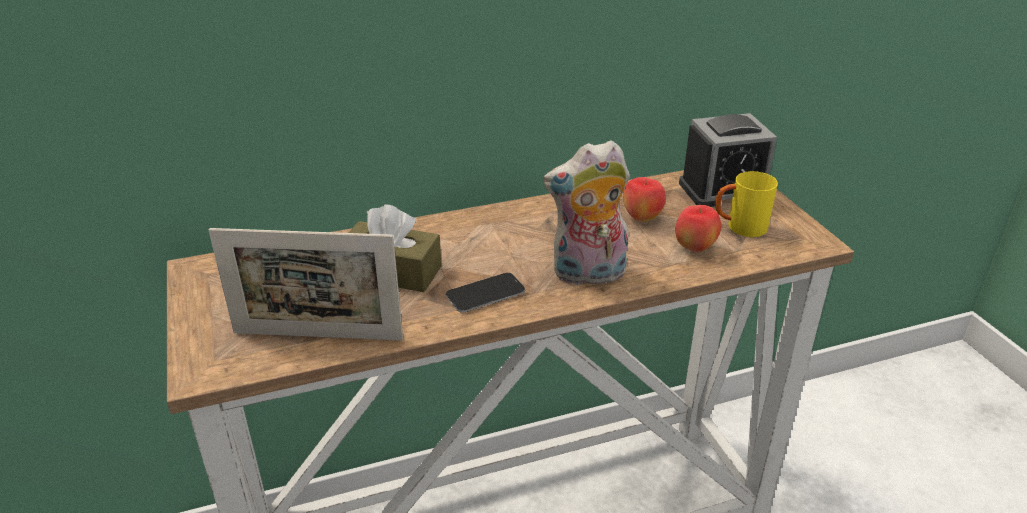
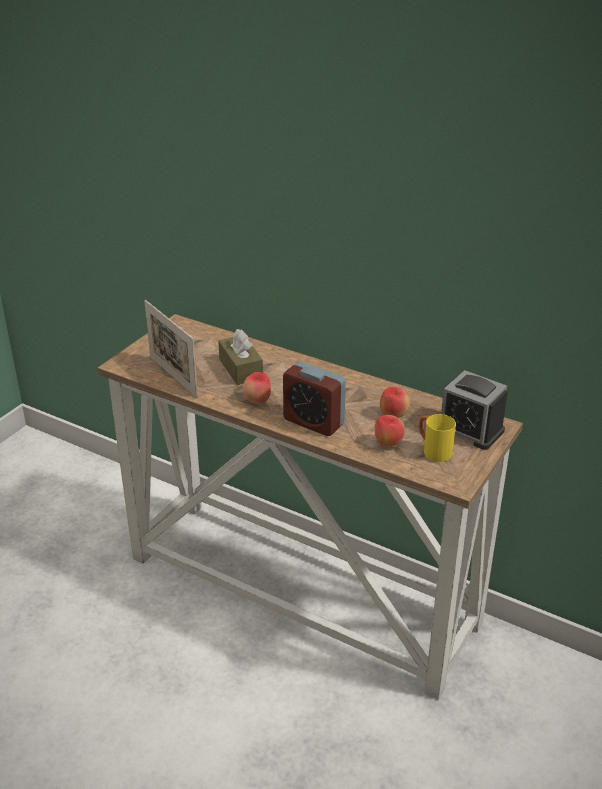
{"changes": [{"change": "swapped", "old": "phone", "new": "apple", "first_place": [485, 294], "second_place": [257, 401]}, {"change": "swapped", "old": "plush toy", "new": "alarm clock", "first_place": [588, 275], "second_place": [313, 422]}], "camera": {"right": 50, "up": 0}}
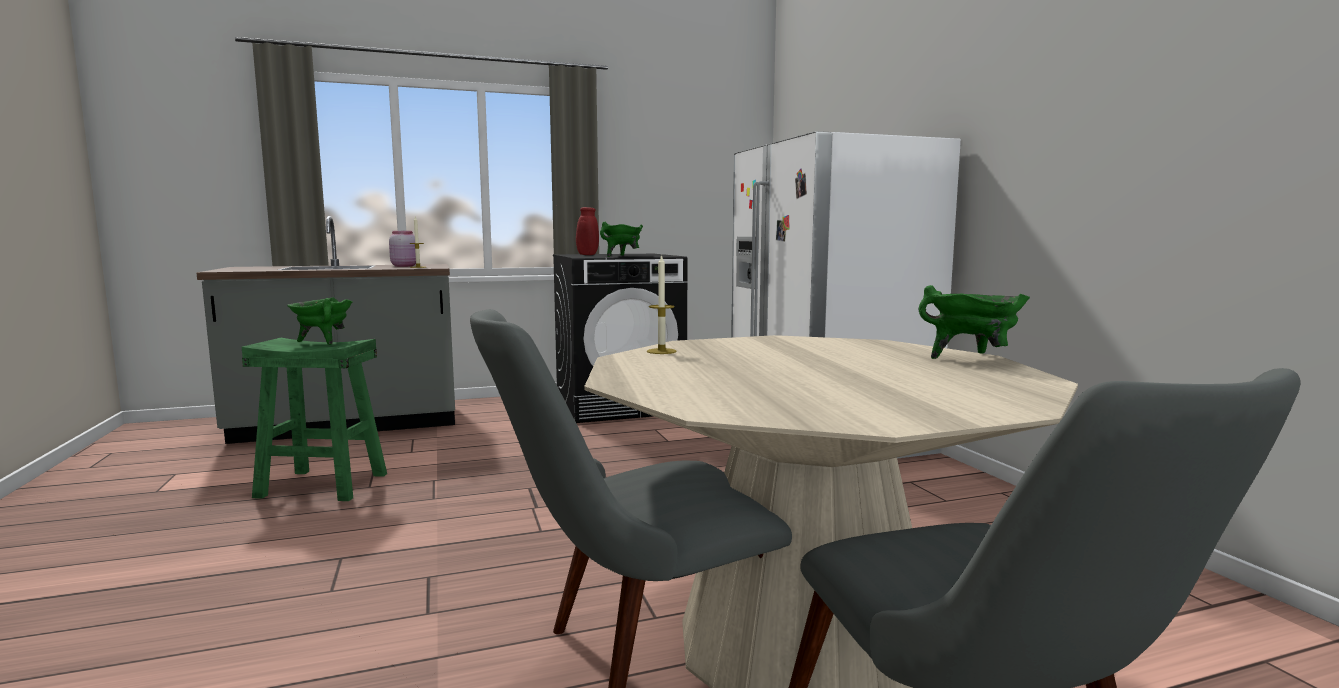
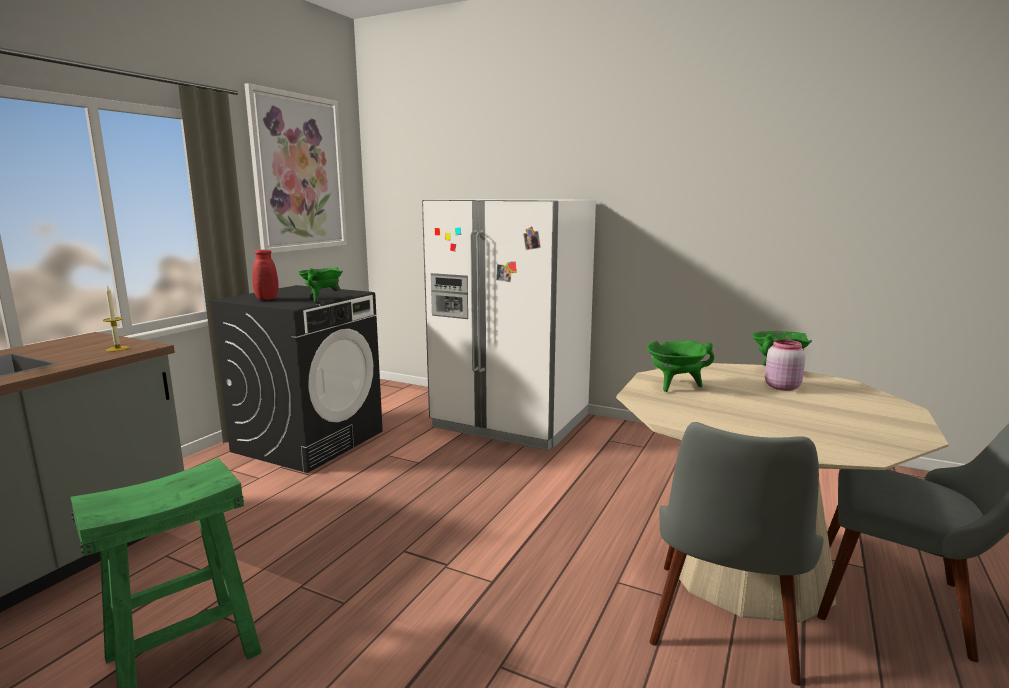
{"changes": [{"change": "new", "new": "picture", "second_place": [298, 173]}, {"change": "shifted", "old": "cooking pot (green)", "first_place": [322, 341], "second_place": [675, 386]}, {"change": "shifted", "old": "jar (pink)", "first_place": [404, 266], "second_place": [781, 387]}, {"change": "gone", "old": "candle", "first_place": [661, 351]}], "camera": {"right": -45, "up": 5}}
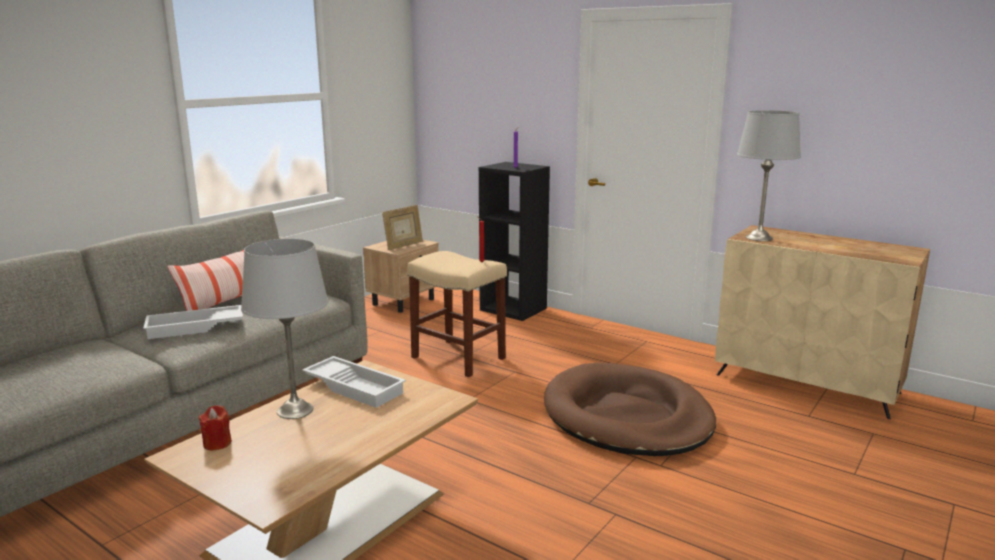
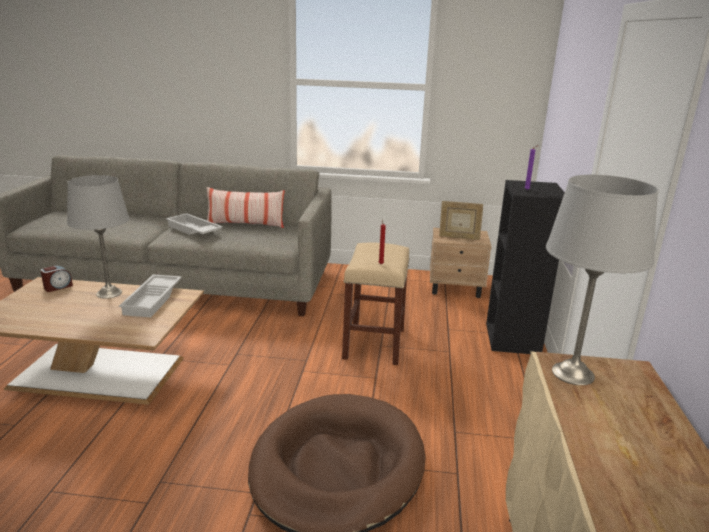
{"changes": [{"change": "swapped", "old": "candle (red)", "new": "alarm clock", "first_place": [217, 443], "second_place": [58, 287]}], "camera": {"right": 60, "up": 5}}
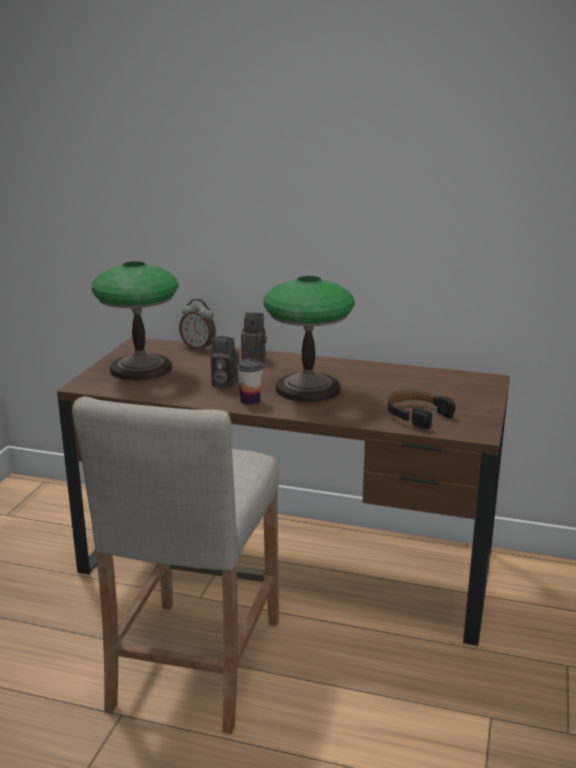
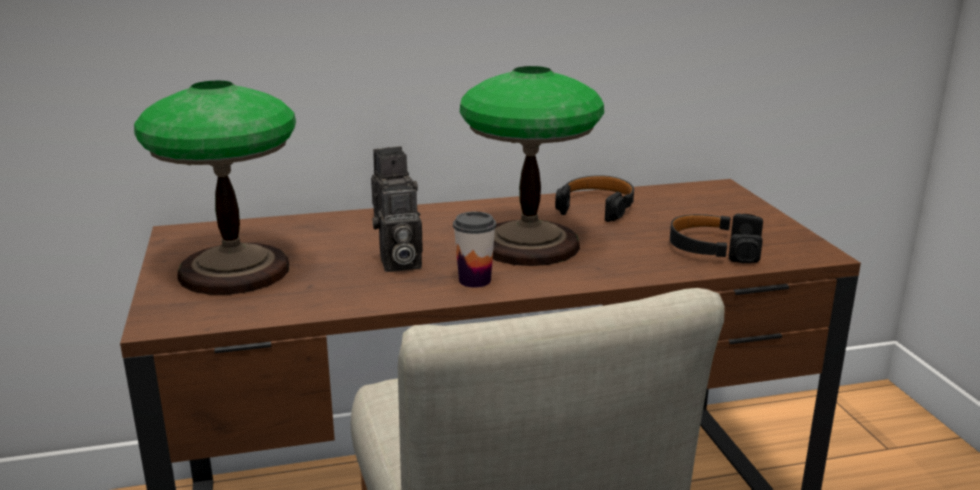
{"changes": [{"change": "new", "new": "headphones (black)", "second_place": [596, 206]}, {"change": "gone", "old": "alarm clock", "first_place": [199, 347]}], "camera": {"right": -30, "up": 0}}
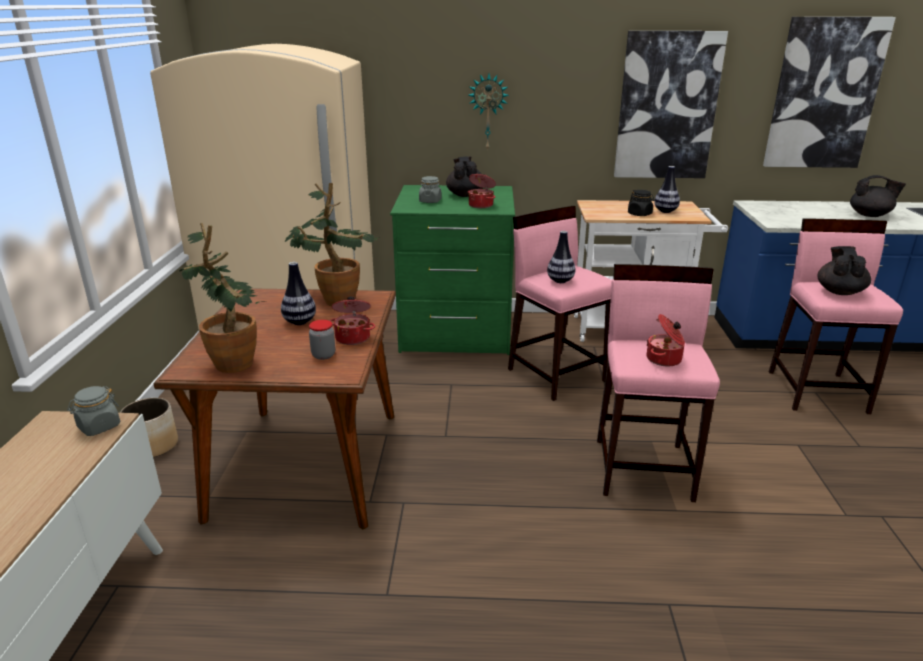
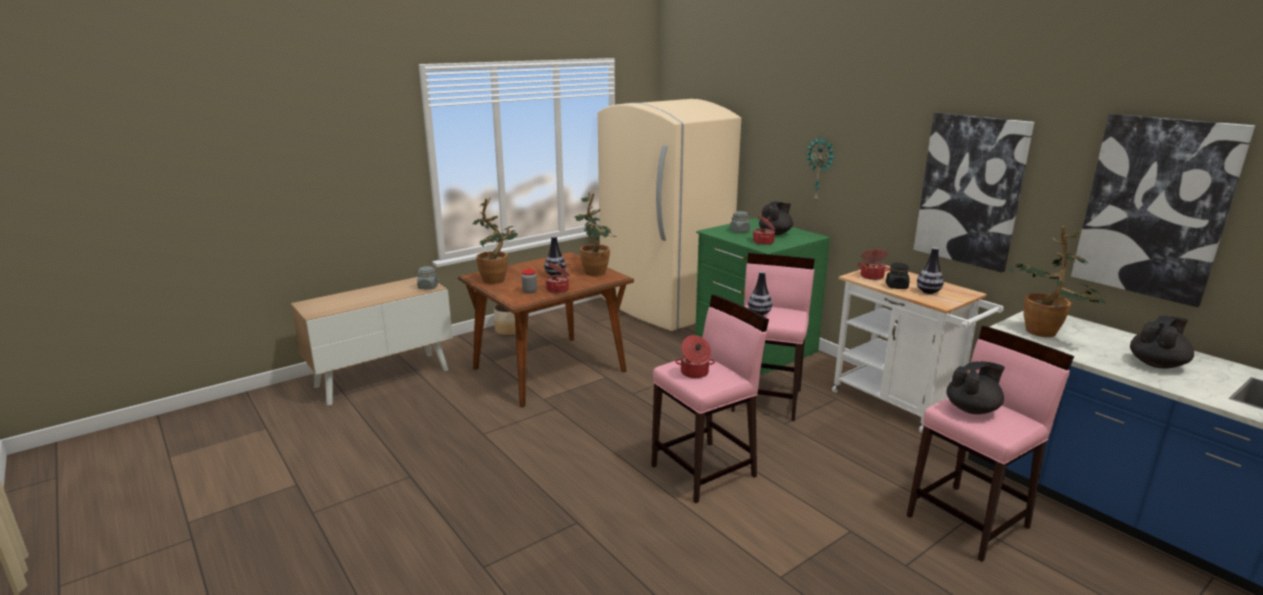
{"changes": [{"change": "new", "new": "cooking pot", "second_place": [872, 276]}, {"change": "new", "new": "potted plant", "second_place": [1045, 334]}, {"change": "rotated", "old": "teapot (black)", "first_place": [870, 215], "second_place": [1157, 364], "degrees": -105}], "camera": {"right": 50, "up": -5}}
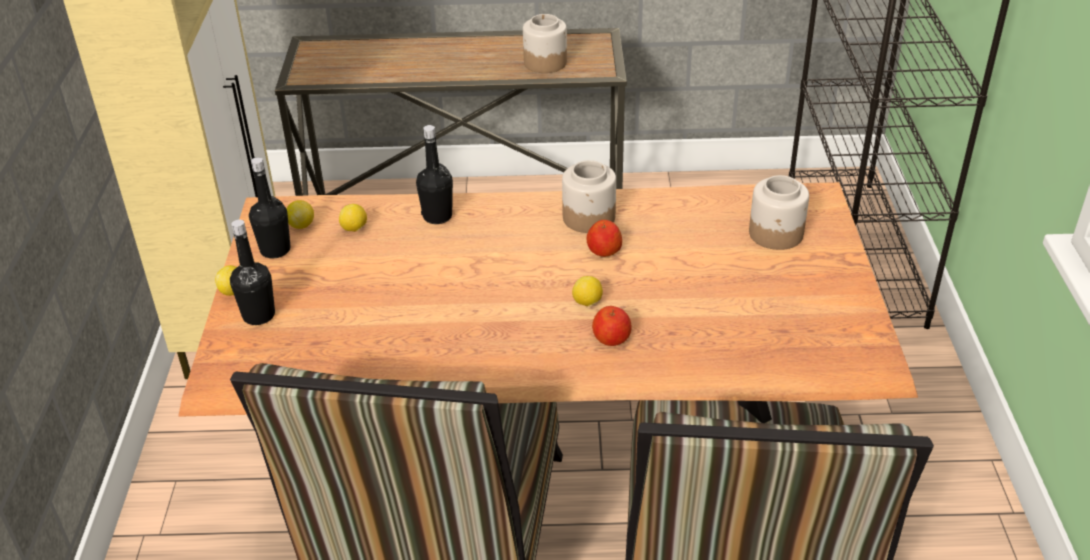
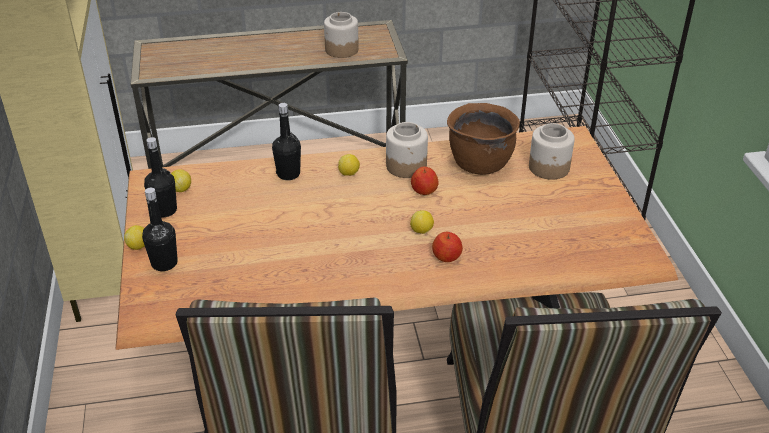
{"changes": [{"change": "shifted", "old": "lemon", "first_place": [354, 229], "second_place": [349, 174]}, {"change": "new", "new": "cooking pot (brown)", "second_place": [479, 163]}], "camera": {"right": -10, "up": 0}}
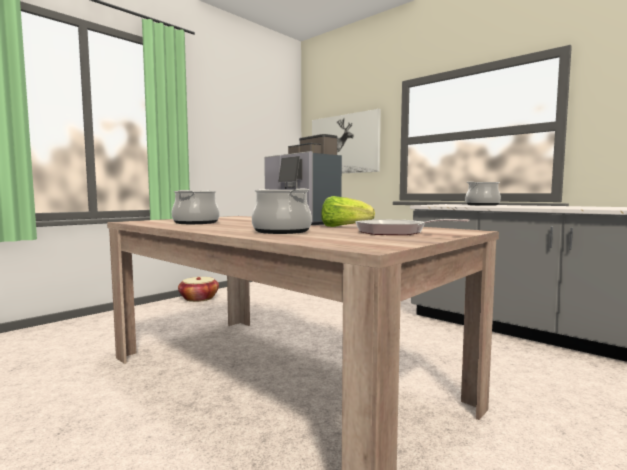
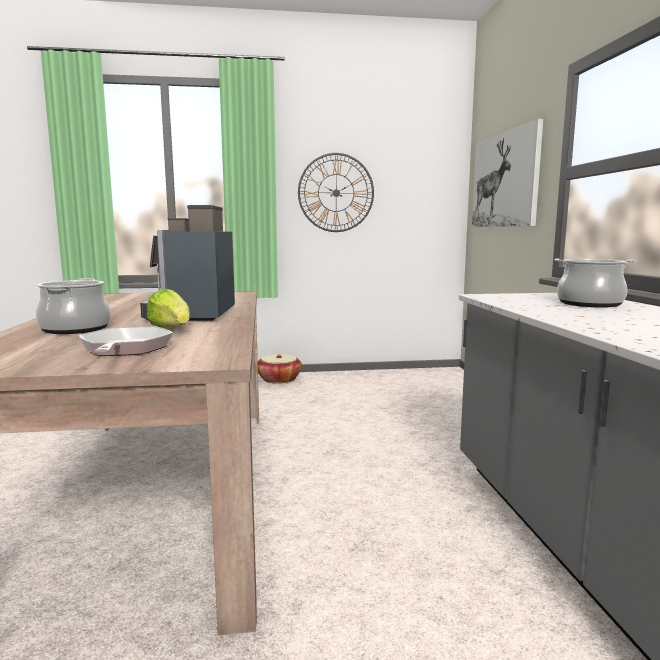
{"changes": [{"change": "new", "new": "wall clock", "second_place": [336, 193]}, {"change": "gone", "old": "cooking pot", "first_place": [195, 223]}], "camera": {"right": 40, "up": 5}}
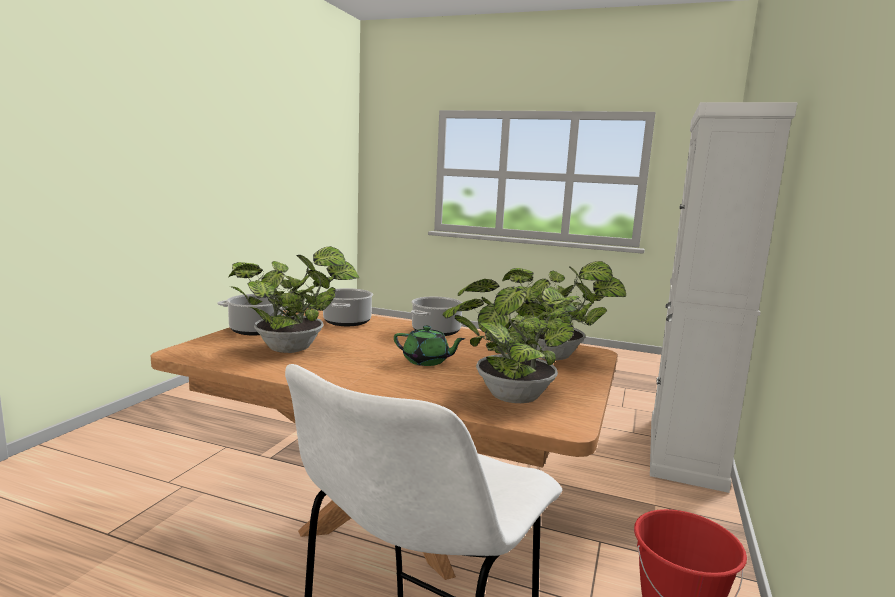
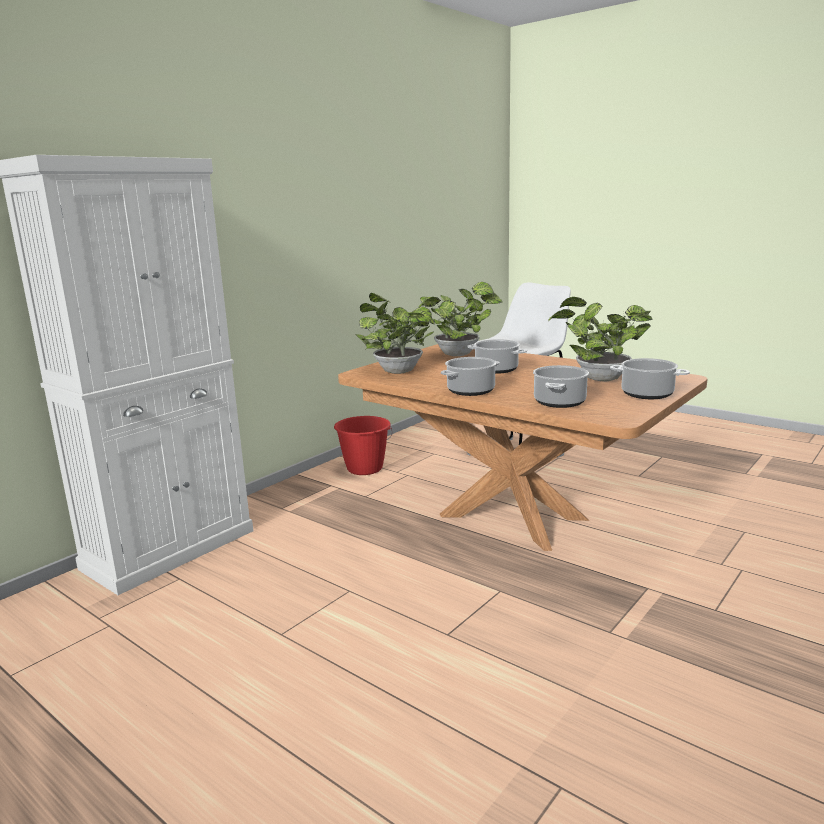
{"changes": [{"change": "swapped", "old": "teapot (green)", "new": "cooking pot", "first_place": [427, 361], "second_place": [495, 369]}], "camera": {"right": -160, "up": 5}}
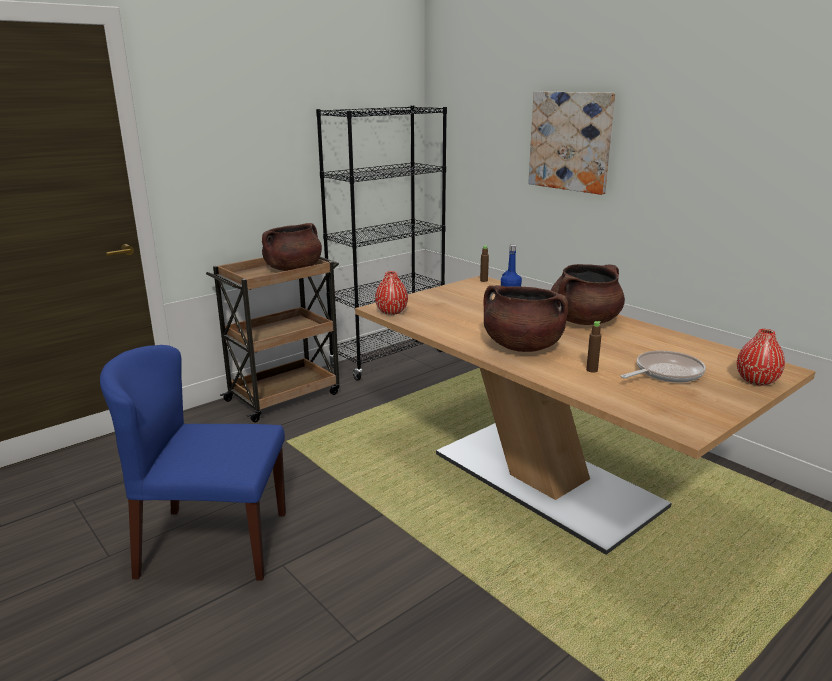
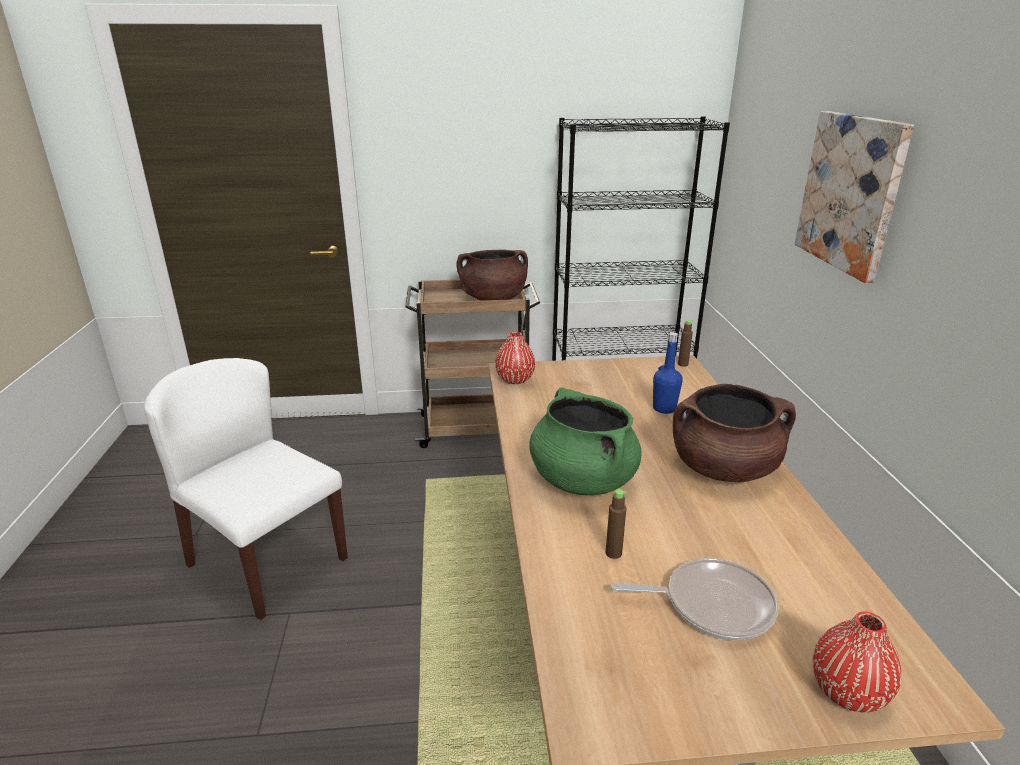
{"changes": [{"change": "repainted", "old": "chair (blue)", "new": "chair (white)", "first_place": [212, 544], "second_place": [266, 561]}, {"change": "repainted", "old": "cooking pot (brown)", "new": "cooking pot (green)", "first_place": [522, 346], "second_place": [582, 479]}], "camera": {"right": 35, "up": 5}}
